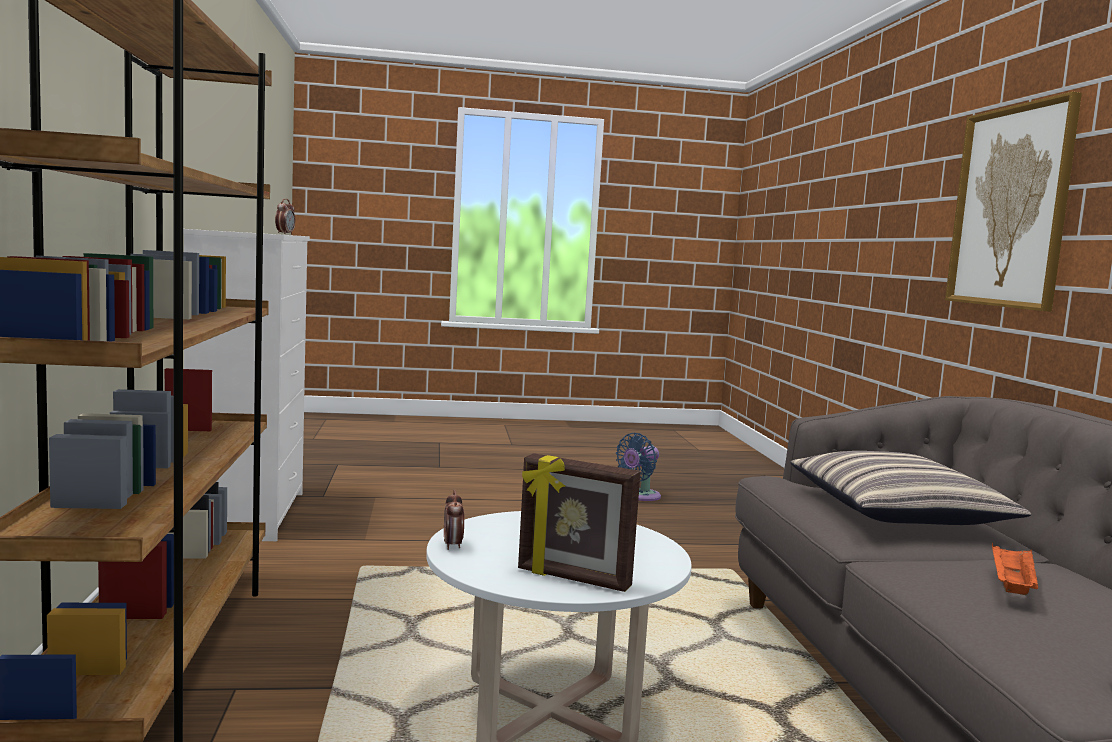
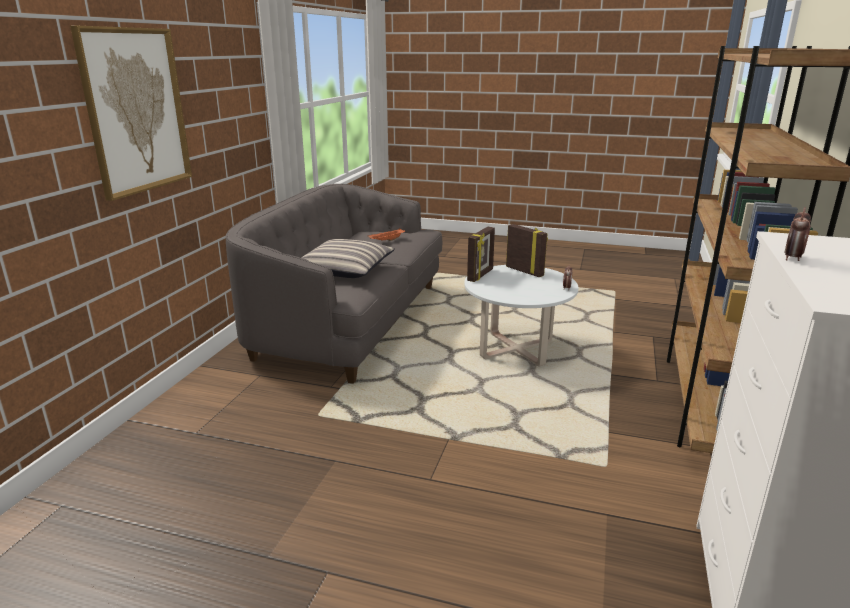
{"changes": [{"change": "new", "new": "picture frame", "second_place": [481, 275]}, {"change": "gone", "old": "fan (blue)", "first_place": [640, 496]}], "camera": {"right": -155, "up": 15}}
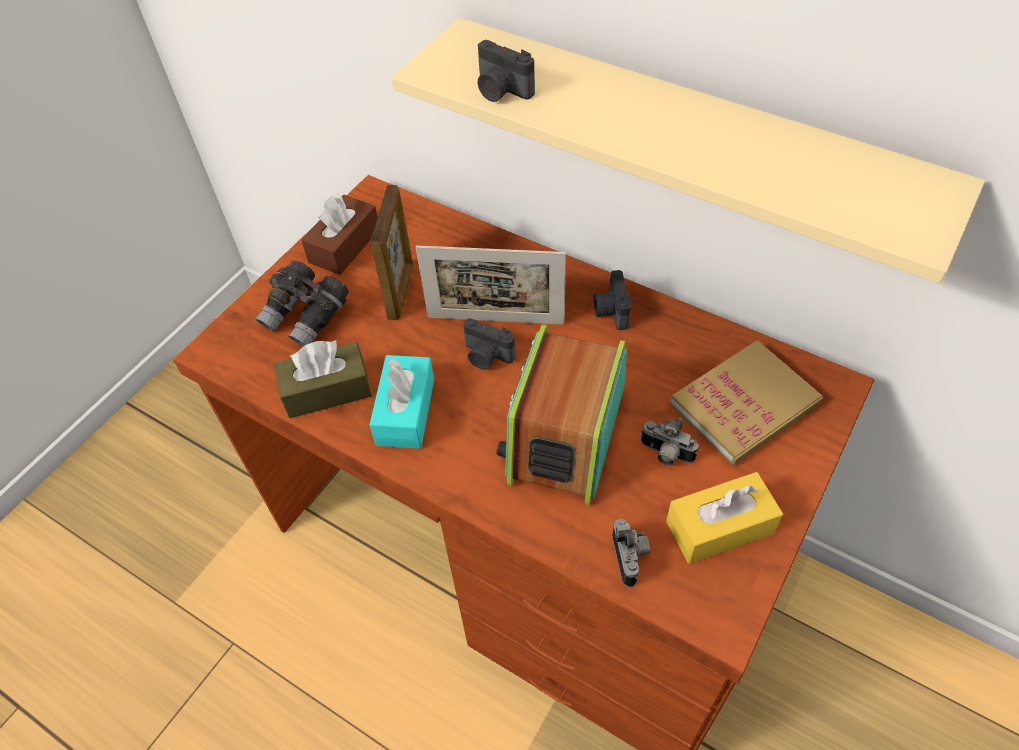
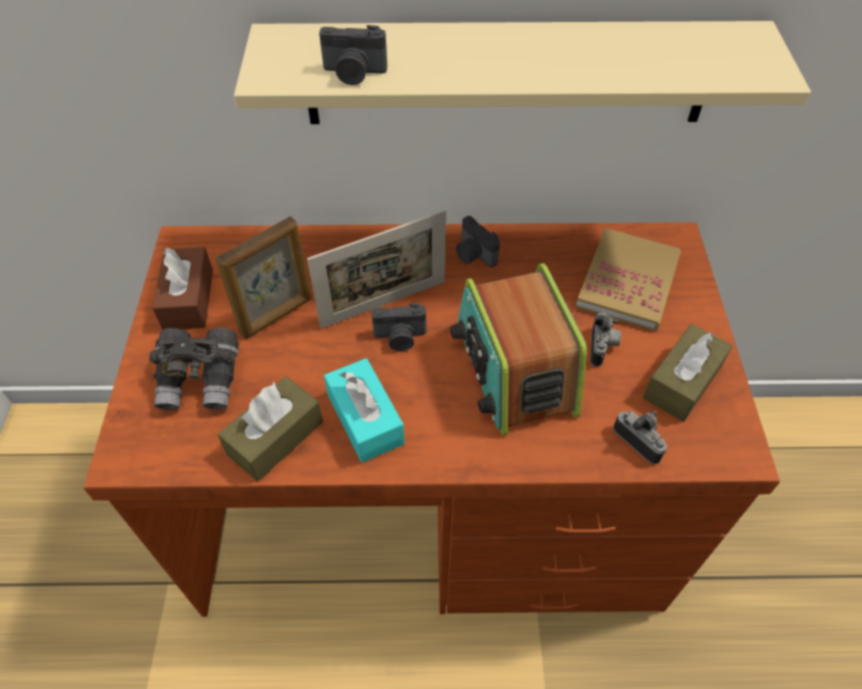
{"changes": [{"change": "rotated", "old": "picture frame", "first_place": [401, 291], "second_place": [277, 316], "degrees": 75}, {"change": "rotated", "old": "photo camera", "first_place": [665, 454], "second_place": [602, 347], "degrees": -75}, {"change": "repainted", "old": "tissue box (yellow)", "new": "tissue box (brown)", "first_place": [719, 527], "second_place": [682, 382]}], "camera": {"right": -35, "up": 0}}
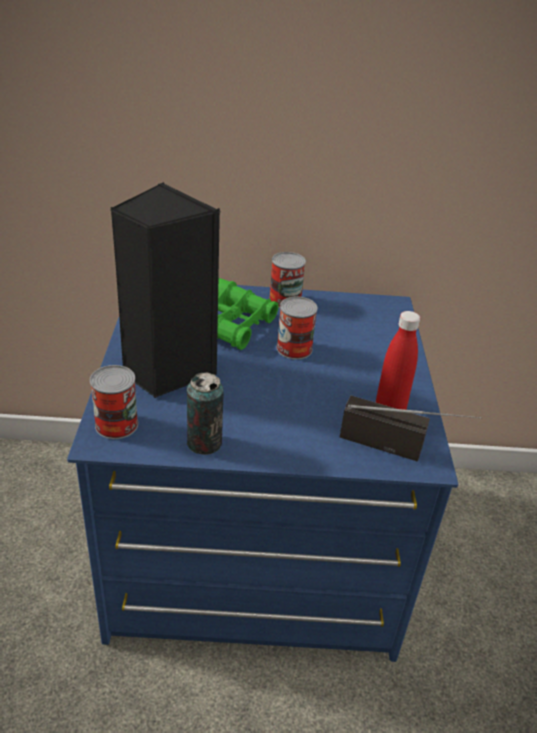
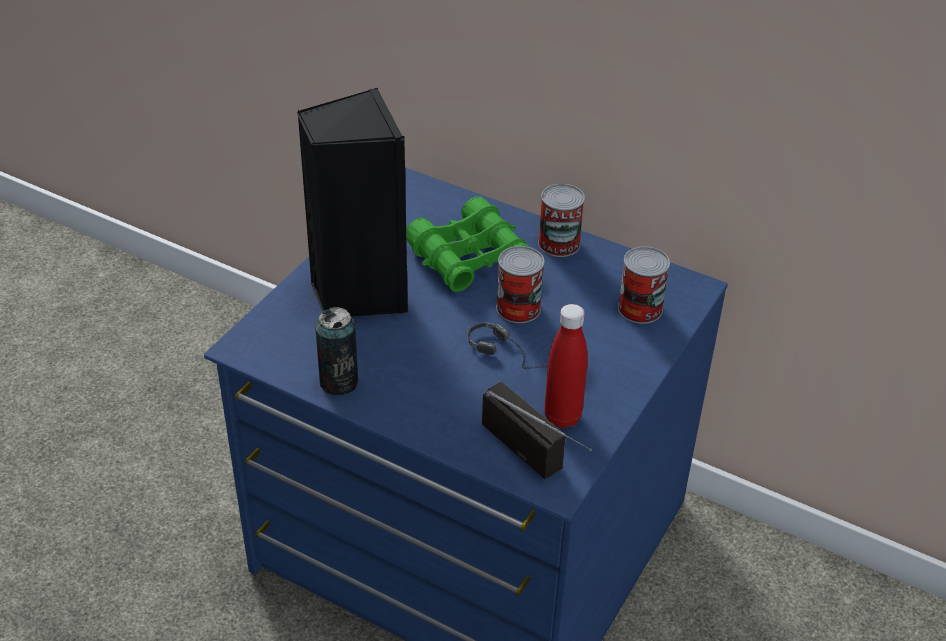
{"changes": [{"change": "new", "new": "headphones", "second_place": [514, 356]}, {"change": "shifted", "old": "can", "first_place": [116, 424], "second_place": [640, 308]}], "camera": {"right": 30, "up": 5}}
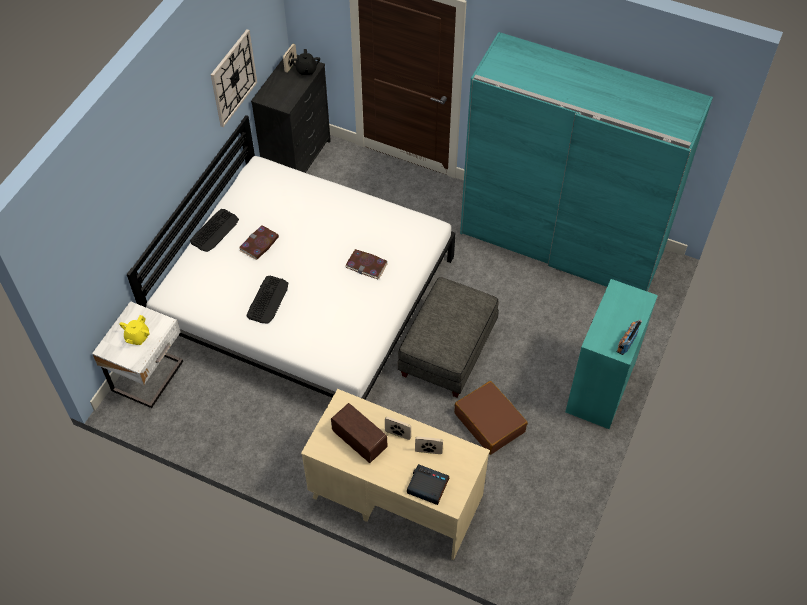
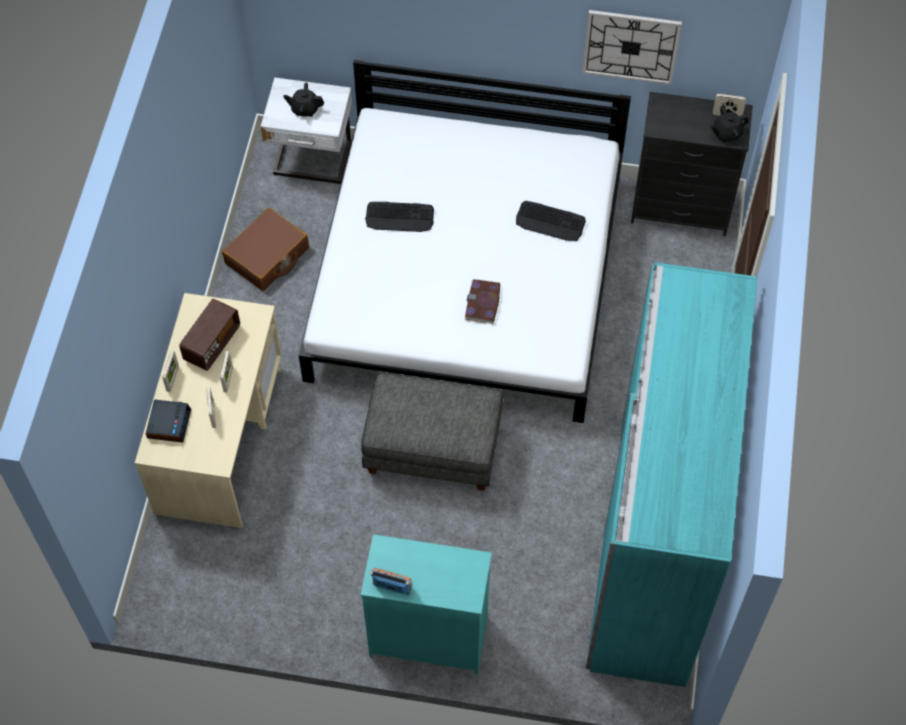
{"changes": [{"change": "new", "new": "picture frame", "second_place": [172, 379]}, {"change": "shifted", "old": "suitcase (brown)", "first_place": [490, 422], "second_place": [267, 256]}, {"change": "repainted", "old": "teapot (yellow)", "new": "teapot (black)", "first_place": [137, 337], "second_place": [305, 109]}, {"change": "shifted", "old": "keyboard", "first_place": [215, 230], "second_place": [550, 222]}, {"change": "gone", "old": "book", "first_place": [259, 244]}], "camera": {"right": 75, "up": 5}}
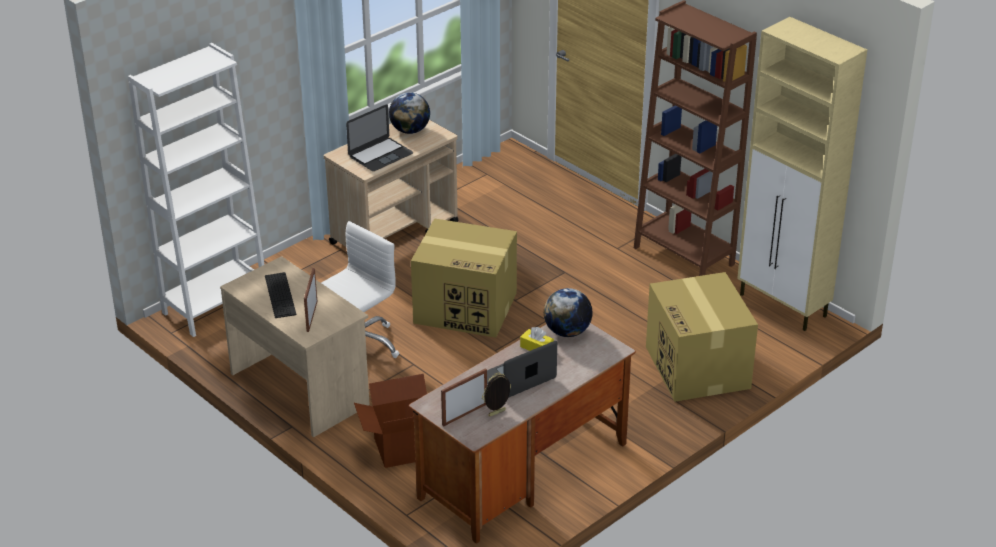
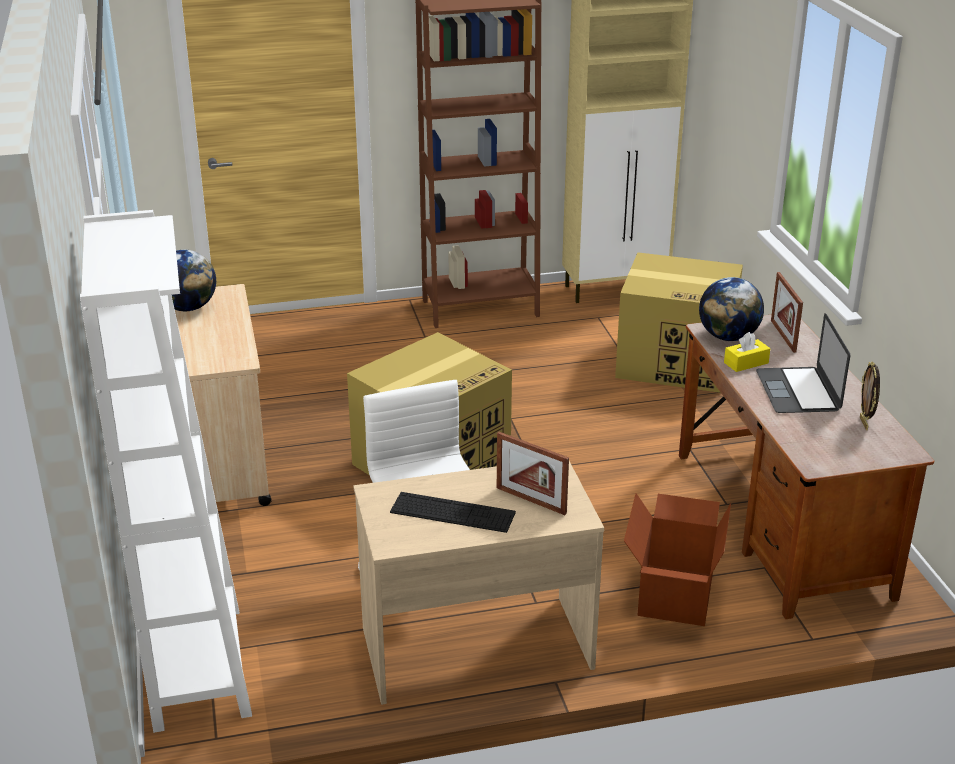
{"changes": [{"change": "shifted", "old": "picture frame", "first_place": [464, 414], "second_place": [783, 336]}, {"change": "gone", "old": "laptop", "first_place": [380, 154]}], "camera": {"right": -60, "up": -5}}
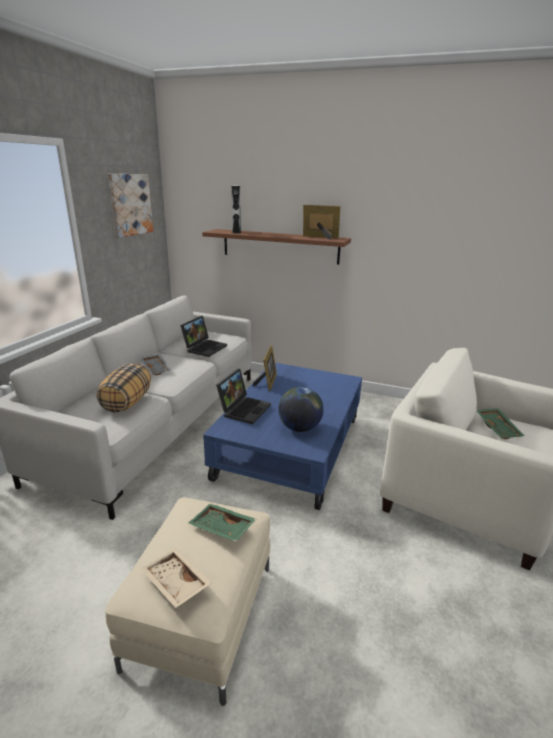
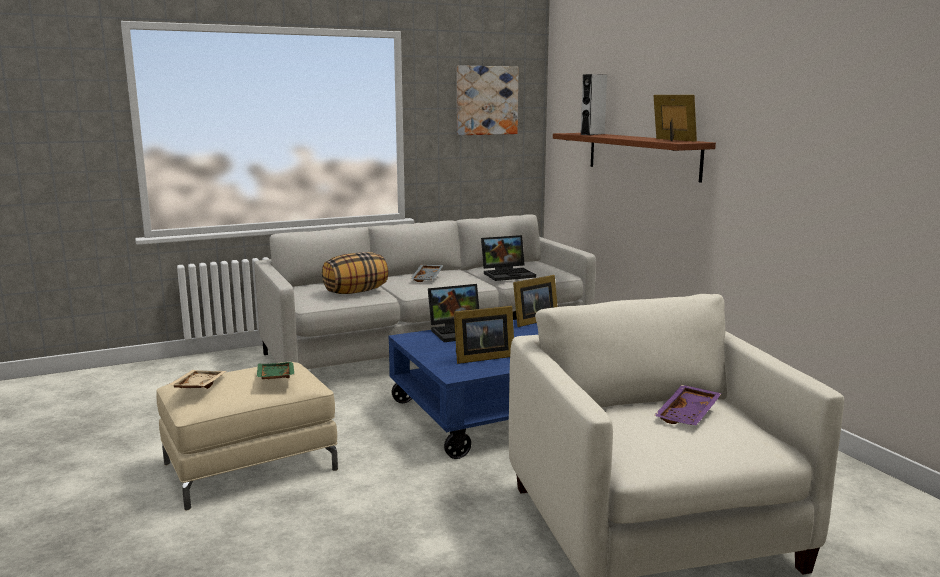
{"changes": [{"change": "swapped", "old": "globe", "new": "picture frame", "first_place": [299, 428], "second_place": [481, 357]}, {"change": "repainted", "old": "tray (green)", "new": "tray (purple)", "first_place": [498, 428], "second_place": [689, 415]}], "camera": {"right": 45, "up": -10}}
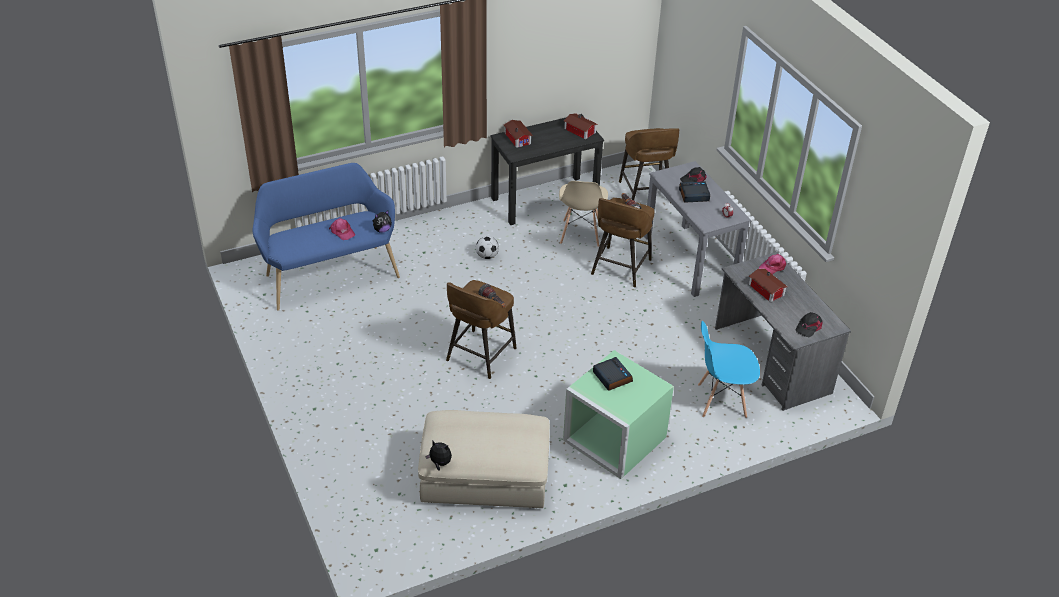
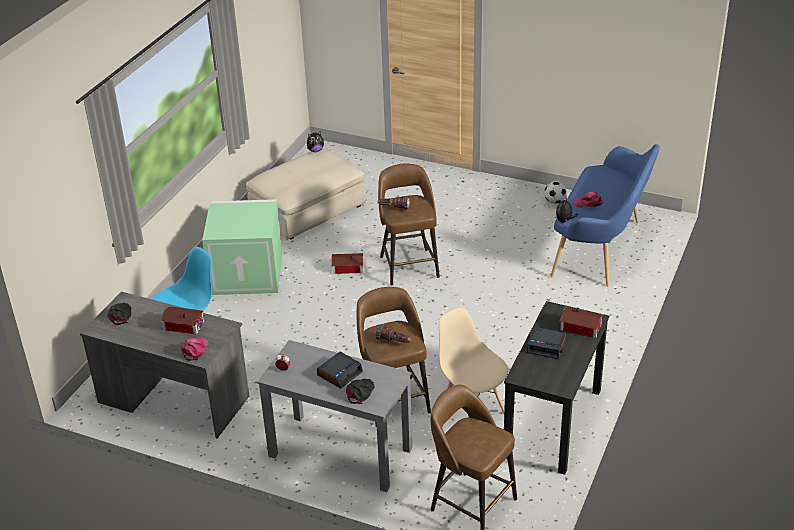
{"changes": [{"change": "shifted", "old": "toy house", "first_place": [580, 131], "second_place": [347, 267]}, {"change": "shifted", "old": "alarm clock", "first_place": [612, 377], "second_place": [546, 346]}, {"change": "shifted", "old": "football", "first_place": [487, 256], "second_place": [554, 202]}], "camera": {"right": 140, "up": -5}}
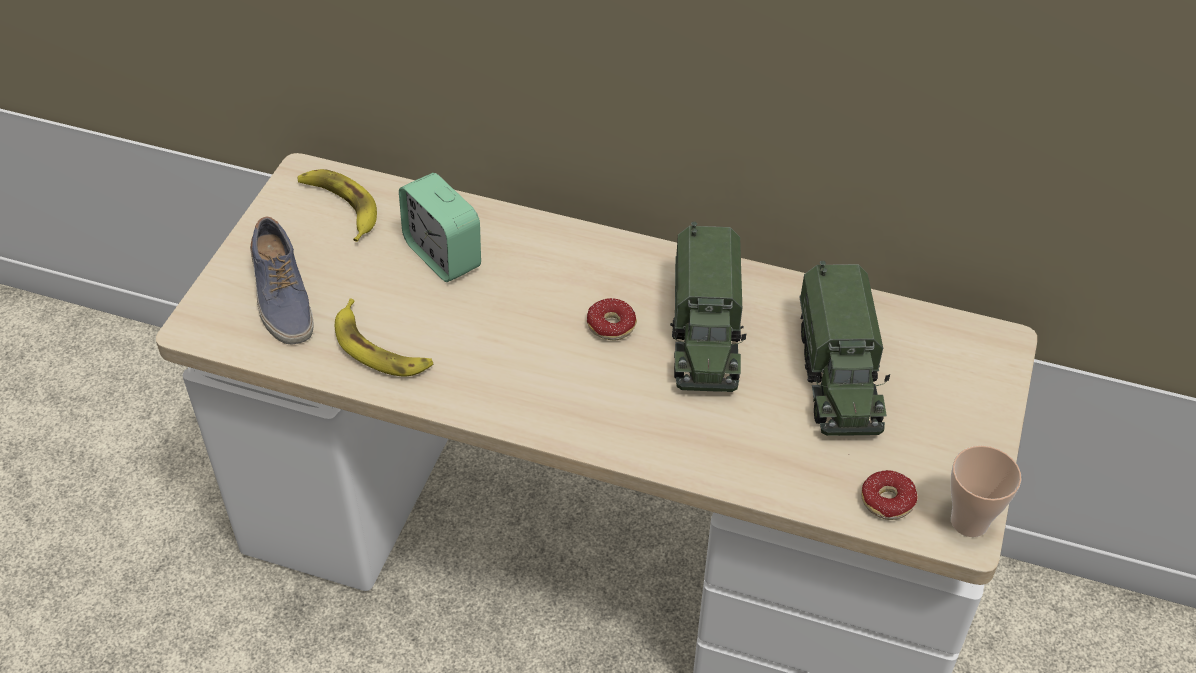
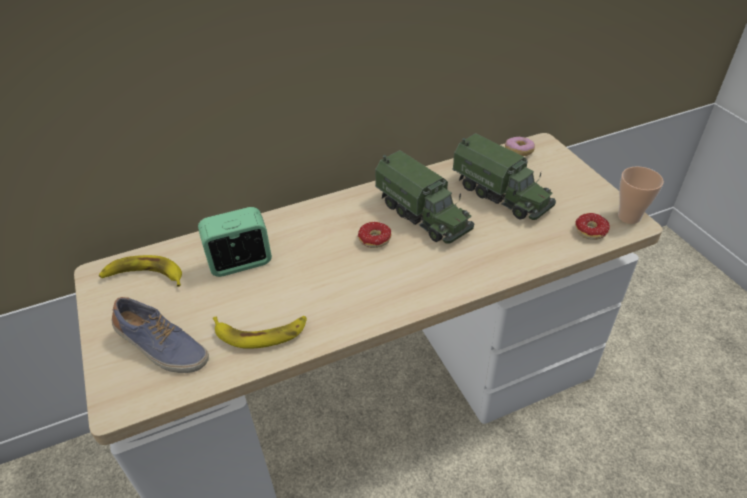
{"changes": [{"change": "rotated", "old": "alarm clock", "first_place": [443, 255], "second_place": [240, 262], "degrees": 150}, {"change": "new", "new": "donut", "second_place": [518, 152]}], "camera": {"right": -40, "up": -5}}
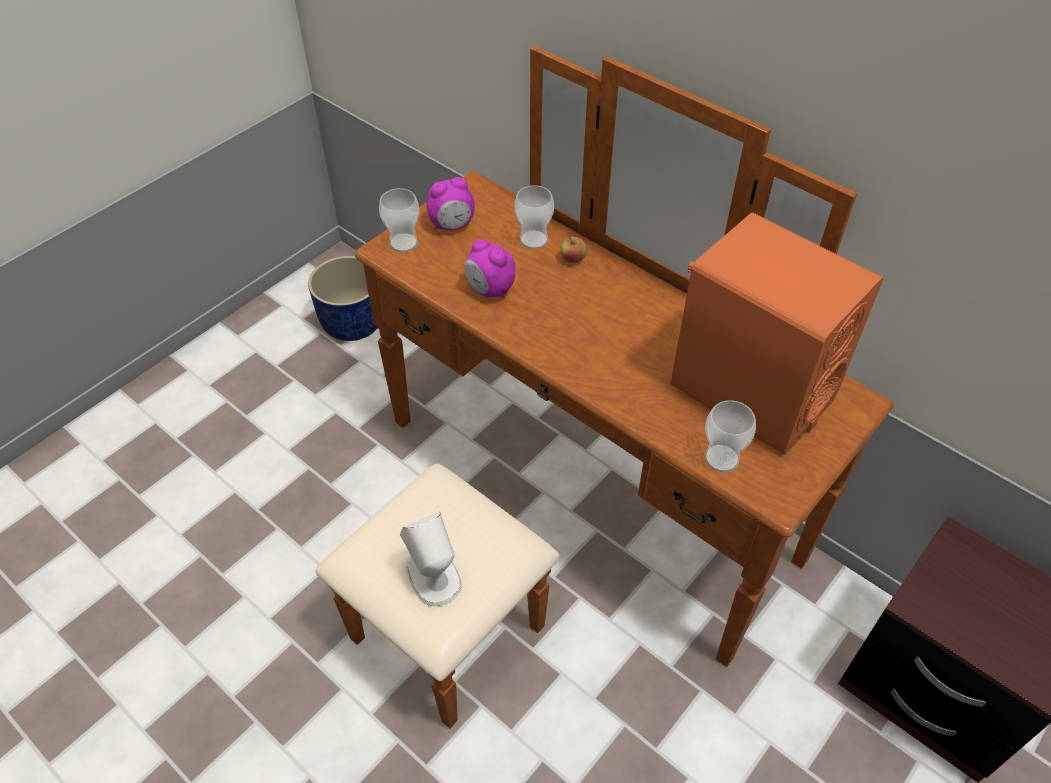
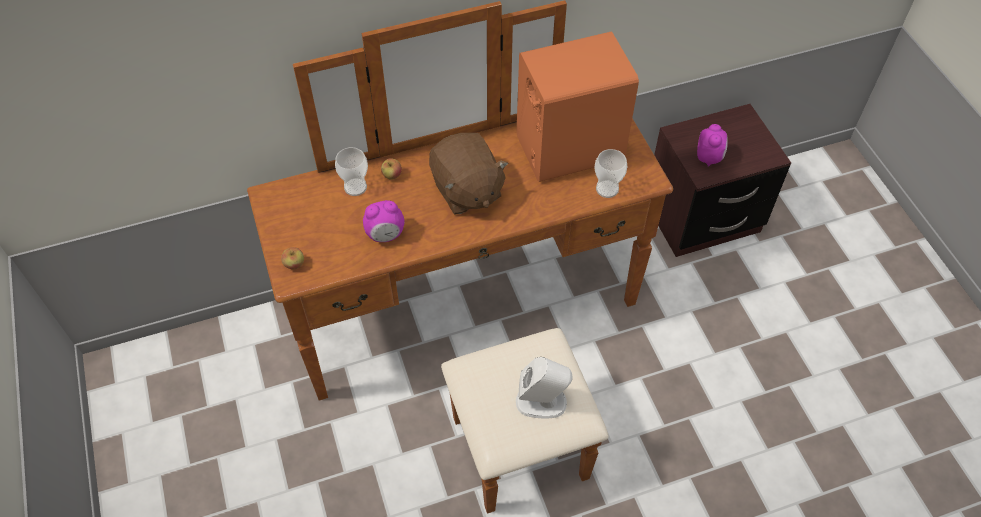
{"changes": [{"change": "swapped", "old": "cup", "new": "apple", "first_place": [403, 243], "second_place": [294, 264]}, {"change": "new", "new": "plush toy (brown)", "second_place": [466, 190]}, {"change": "shifted", "old": "alarm clock", "first_place": [452, 225], "second_place": [709, 157]}, {"change": "gone", "old": "planter (blue)", "first_place": [354, 323]}], "camera": {"right": -60, "up": 5}}
